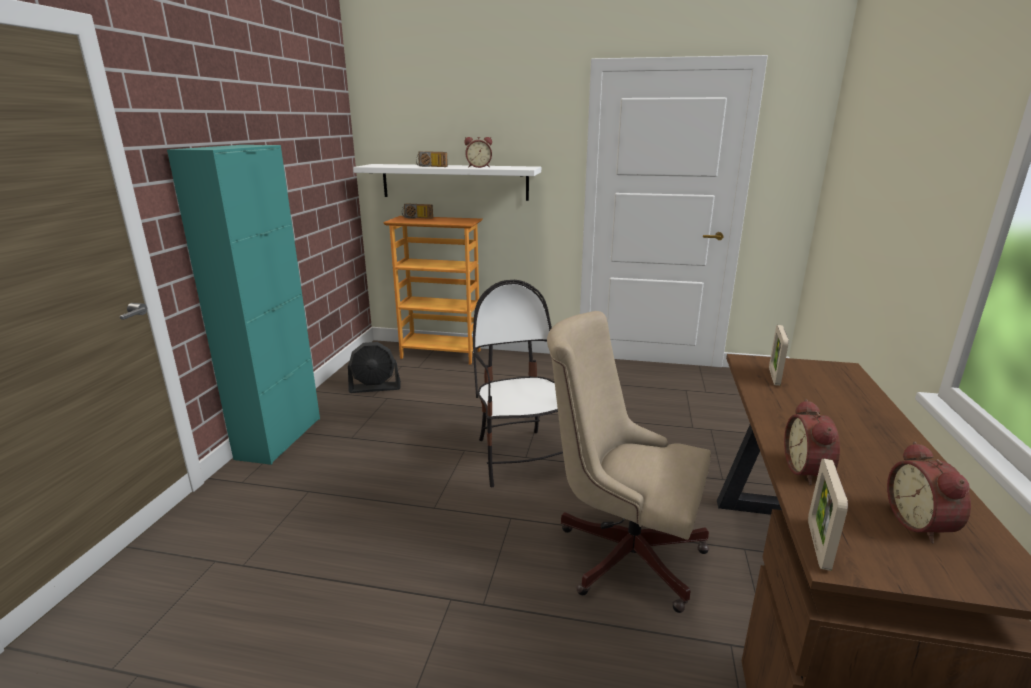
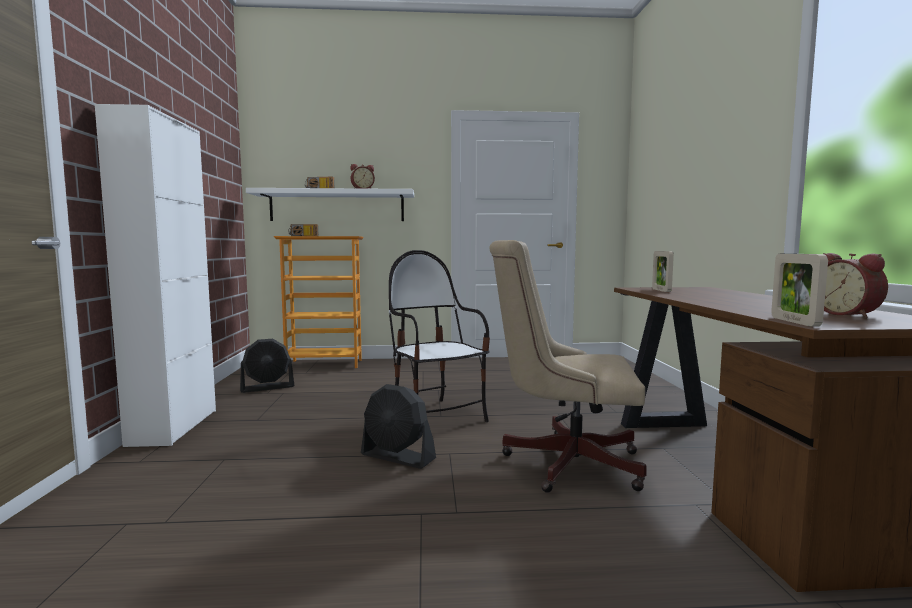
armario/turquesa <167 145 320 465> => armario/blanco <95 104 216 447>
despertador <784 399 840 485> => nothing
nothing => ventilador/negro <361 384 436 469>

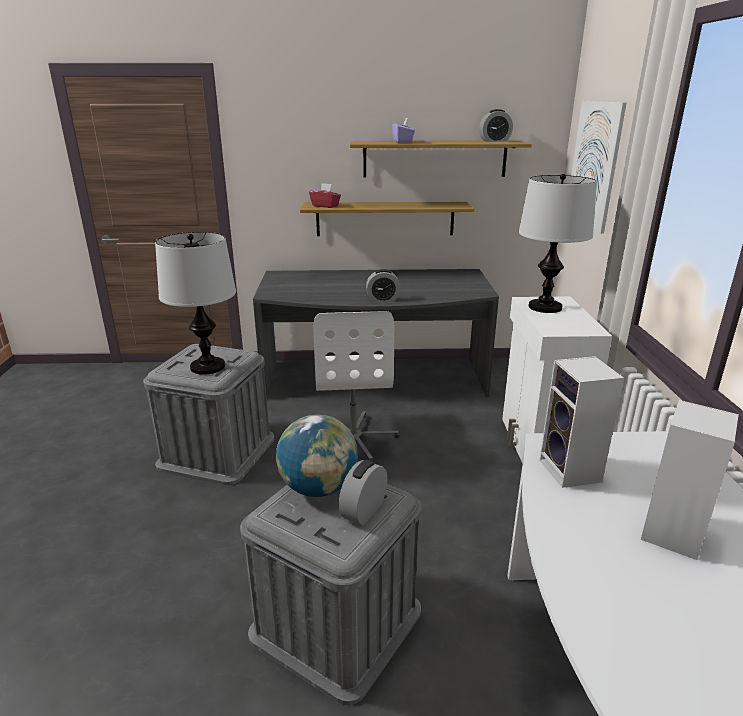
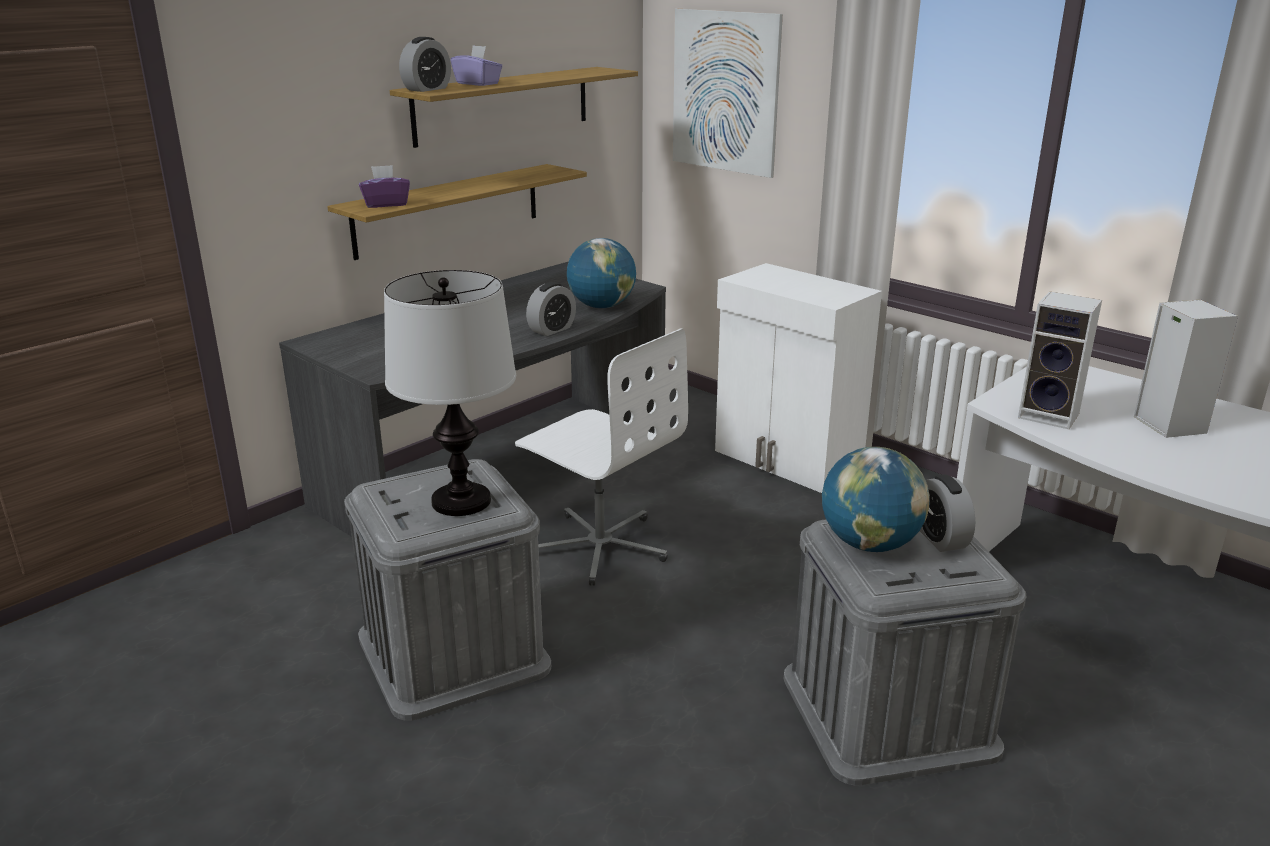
caja de pañuelos/rojo <309 183 341 208> => caja de pañuelos/morado <359 165 410 208>
despertador <479 109 513 142> => despertador <399 37 451 92>, shifted
lámpara de mesa <519 174 597 313> => nothing
nothing => globo terráqueo <567 238 636 308>

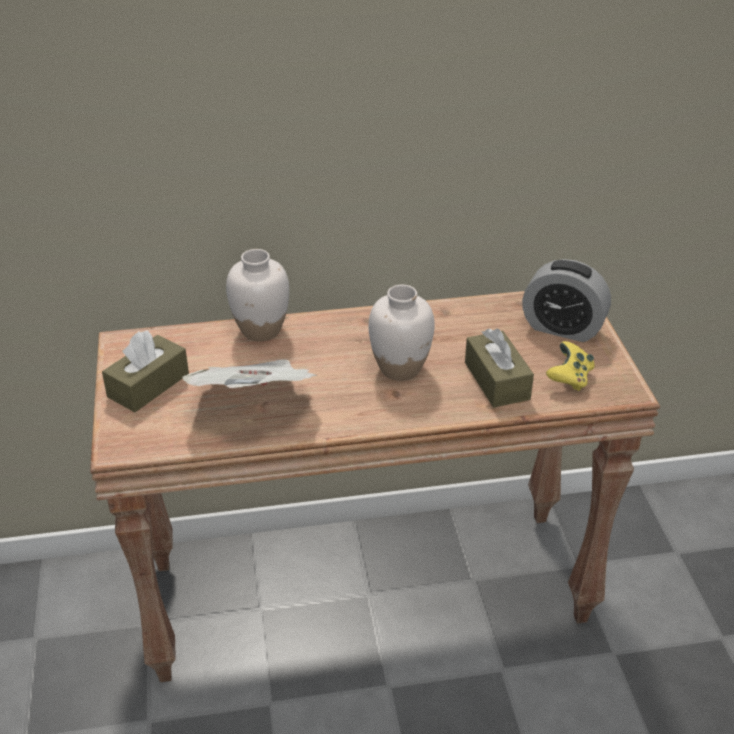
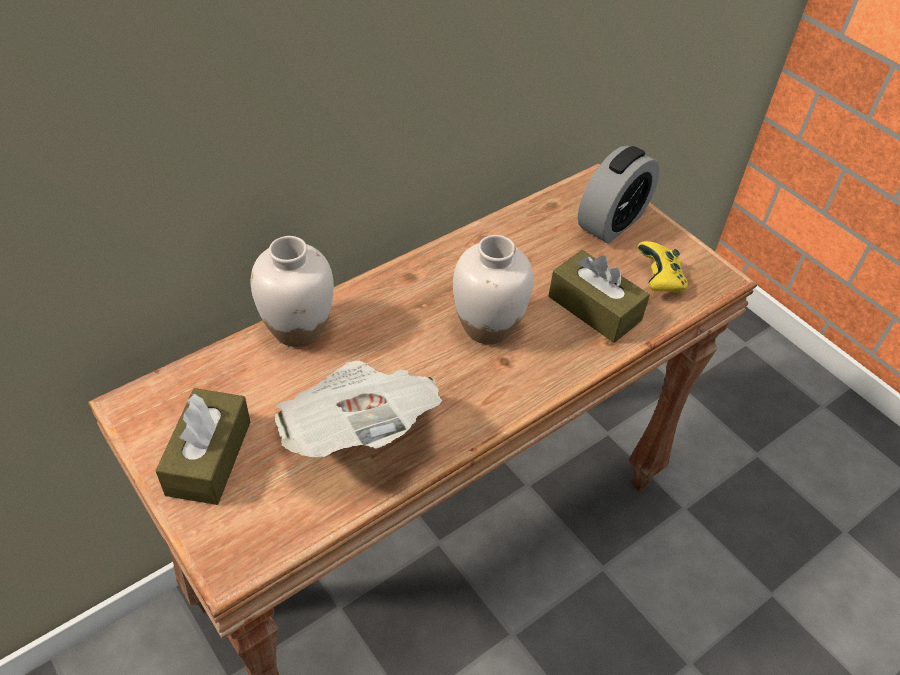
despertador <522 259 611 342> => despertador <578 146 660 243>, 45 degrees counterclockwise

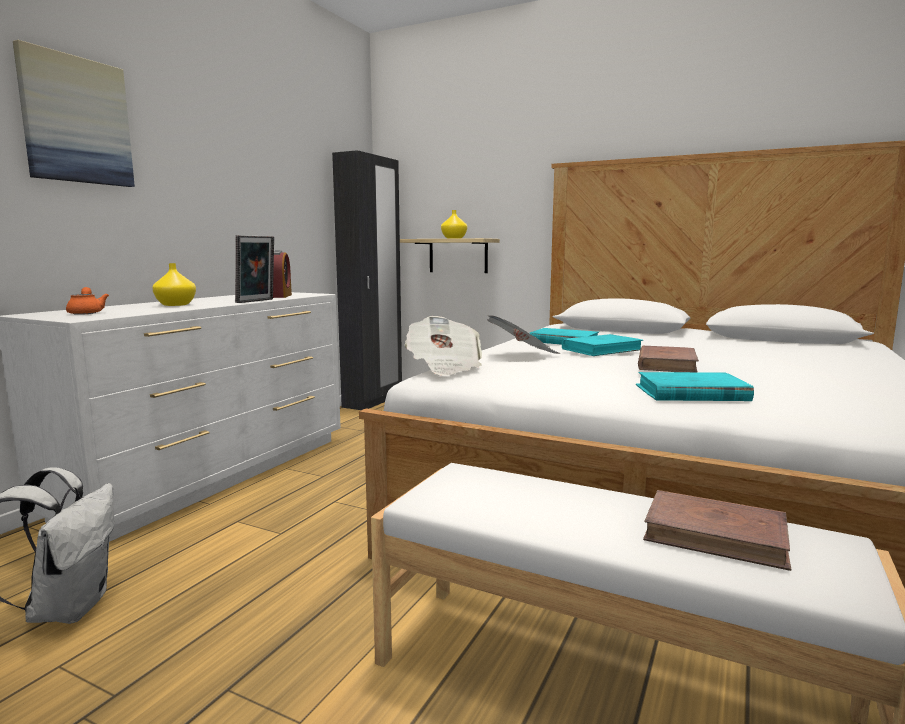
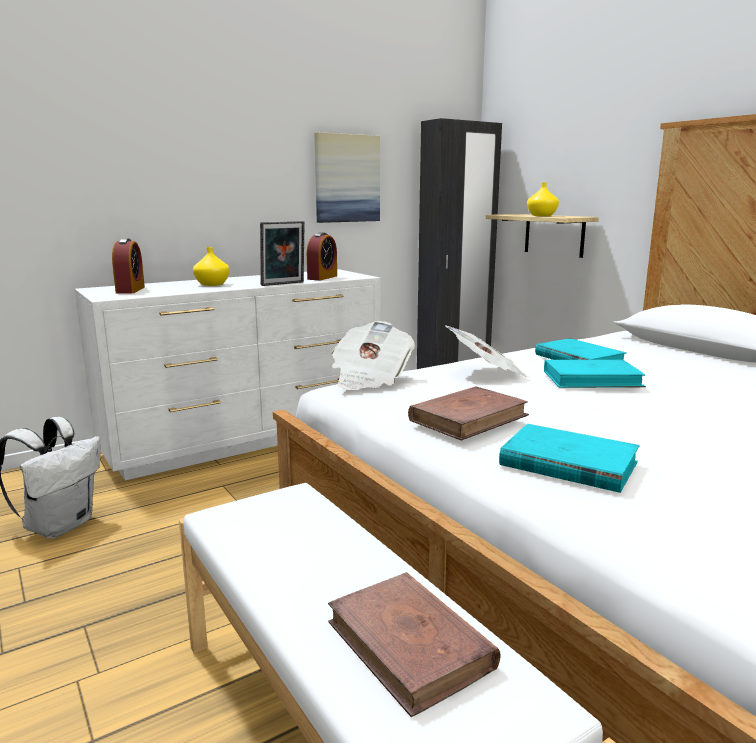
cuadro <13 40 135 187> => cuadro <314 132 380 223>, shifted
tetera/naranja <66 287 109 315> => despertador <112 238 145 294>
libro/marrón <638 346 699 372> => libro/marrón <408 386 529 441>, shifted

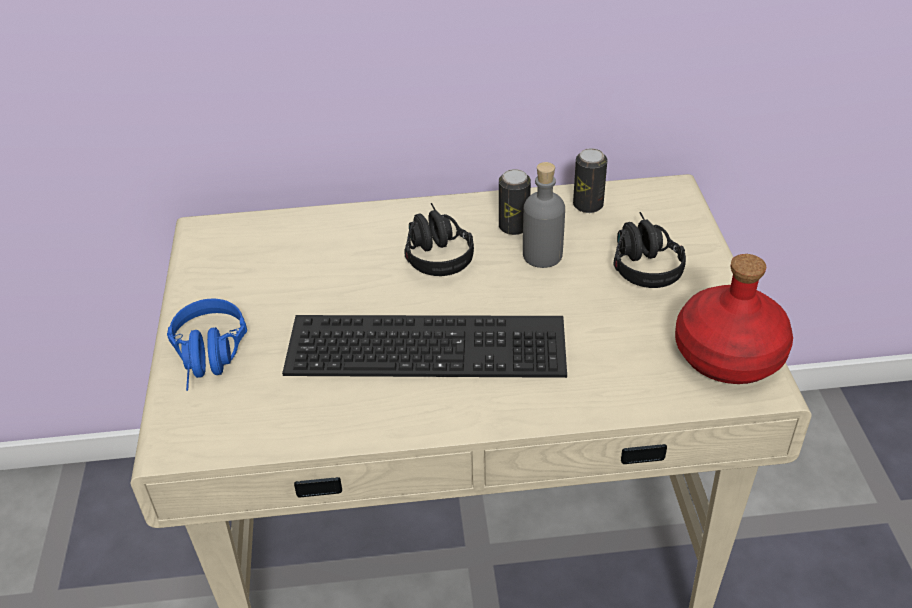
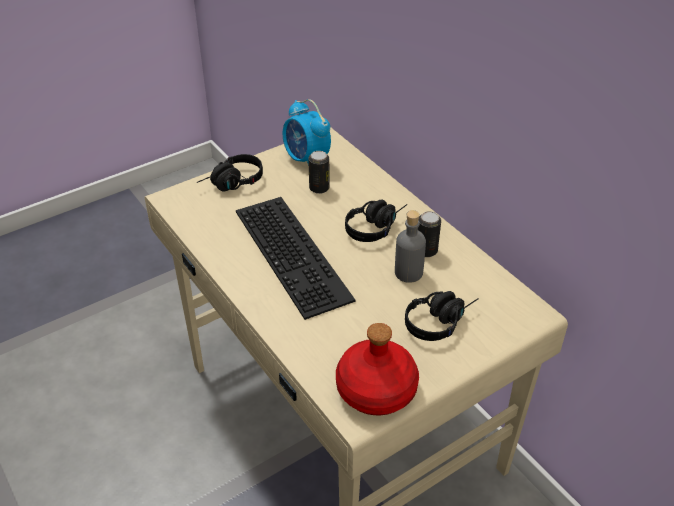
auriculares/azul <167 299 247 391> => auriculares/negro <196 154 263 191>
lata <573 148 607 213> => lata <308 151 330 194>, shifted
nothing => despertador <283 99 331 166>

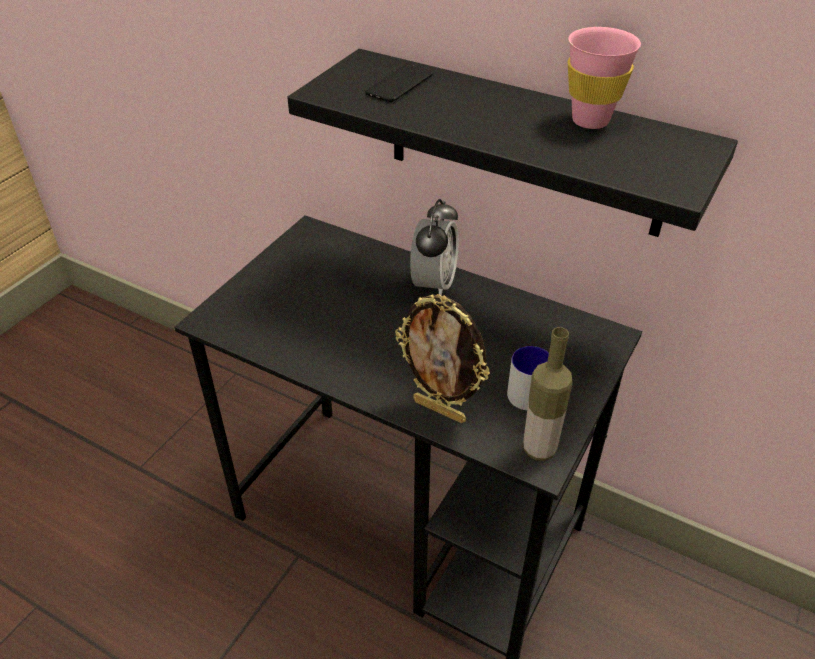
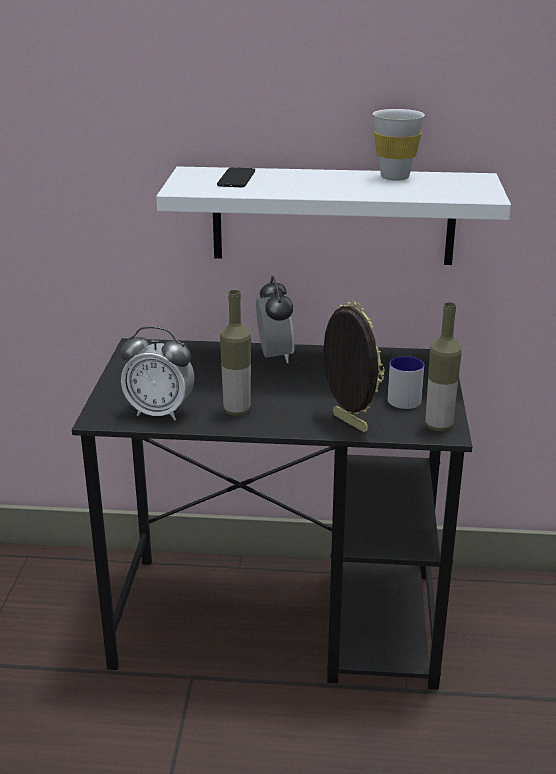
estante/negro <287 49 738 237> => estante/blanco <156 166 511 265>
portarretratos <395 294 490 423> => portarretratos <323 300 385 432>, 135 degrees counterclockwise
taza/rosa <568 27 641 129> => taza/blanco <373 109 425 181>
nothing => despertador <120 326 195 420>
nothing => botella <220 290 251 416>

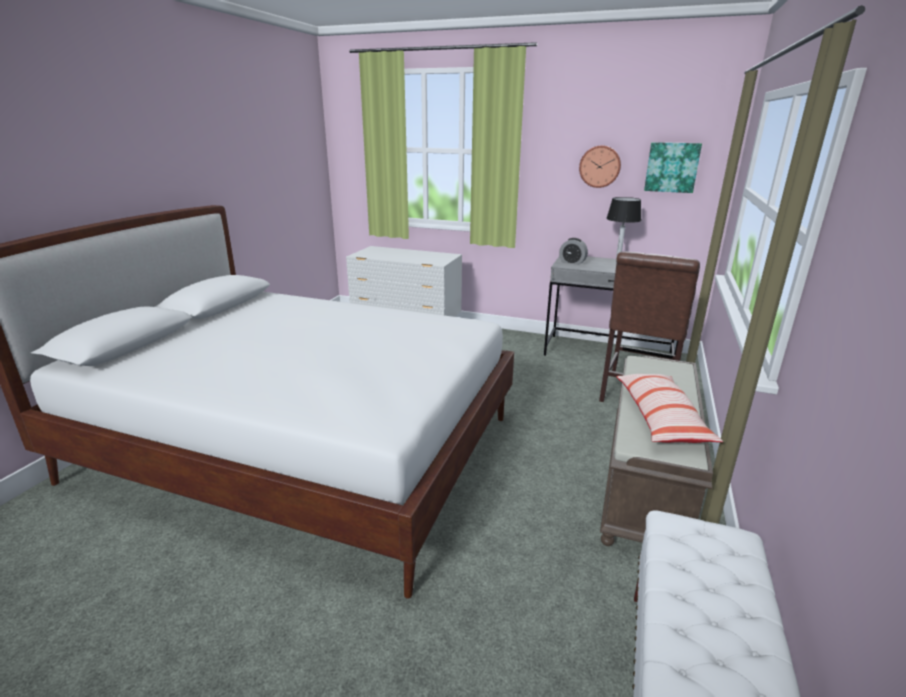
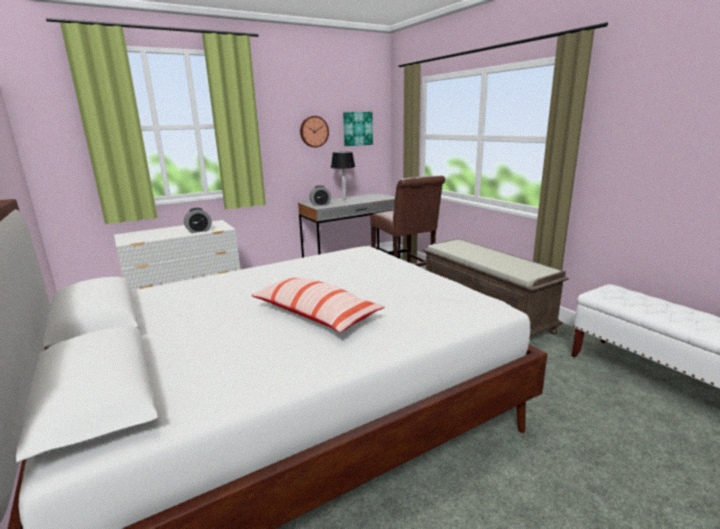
cojín <617 374 723 443> => cojín <251 277 385 332>, shifted
nothing => despertador <184 208 212 233>

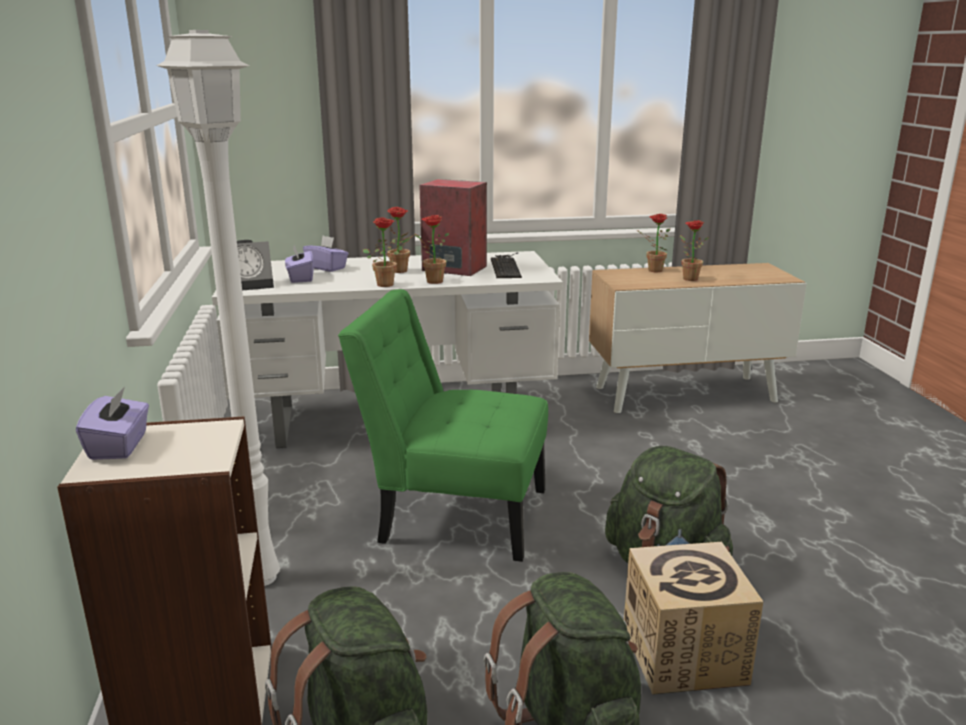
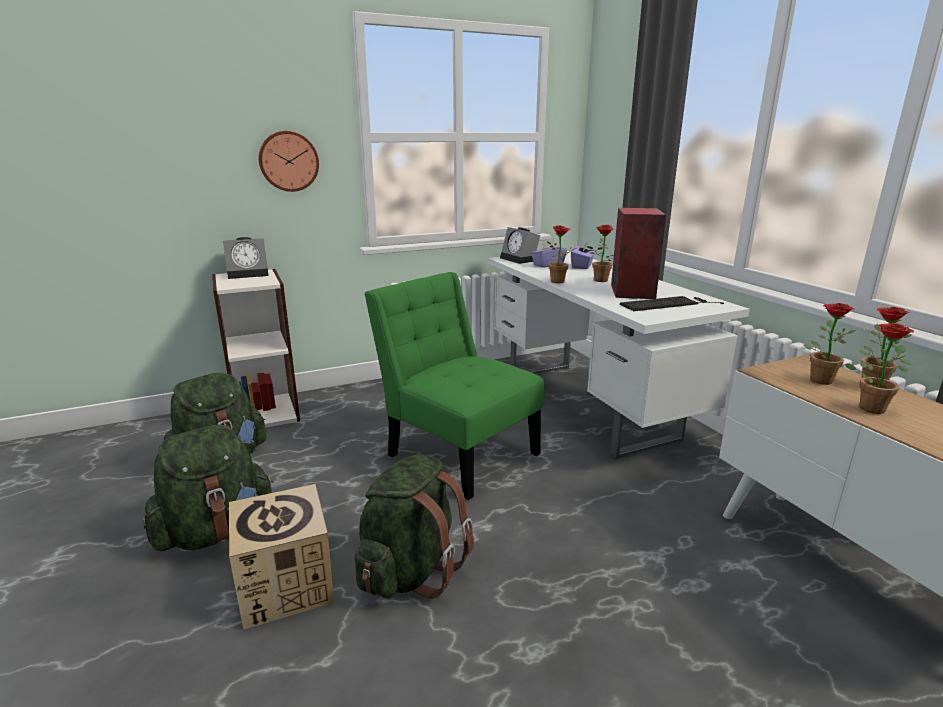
caja de pañuelos/morado <76 387 149 460> => despertador <223 237 269 279>
lámpara de pie/blanco <156 30 280 586> => nothing
silla/verde <338 289 548 562> => silla/verde <364 272 544 500>, 45 degrees counterclockwise
planta en maceta <414 215 449 284> => planta en maceta <803 303 856 385>, shifted
nothing => reloj de pared <259 131 319 192>

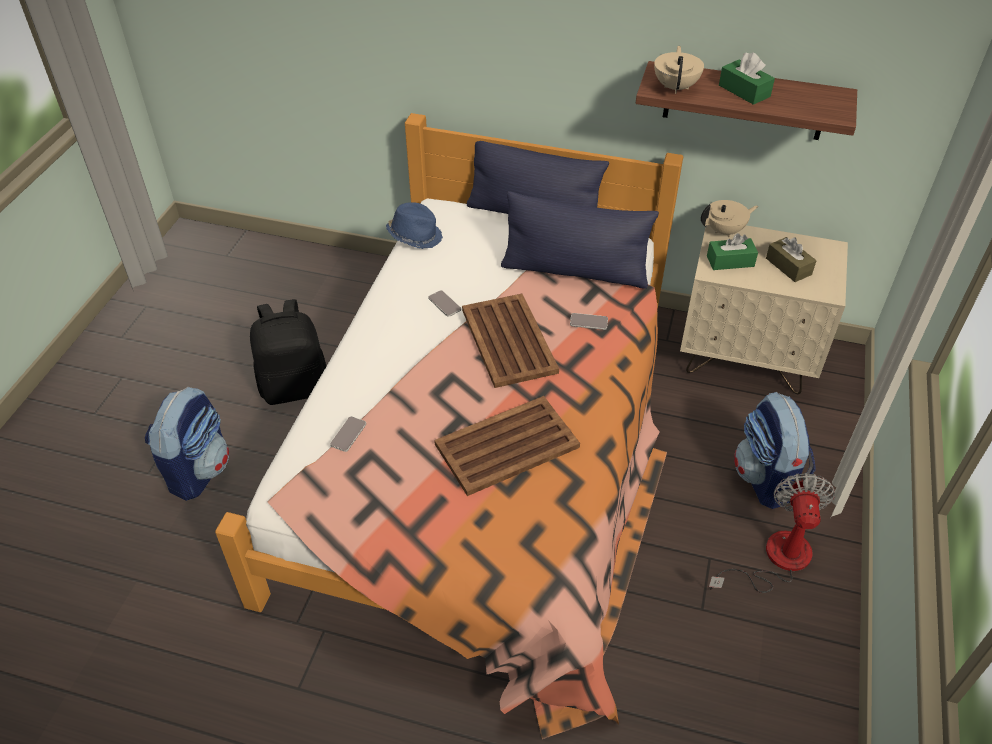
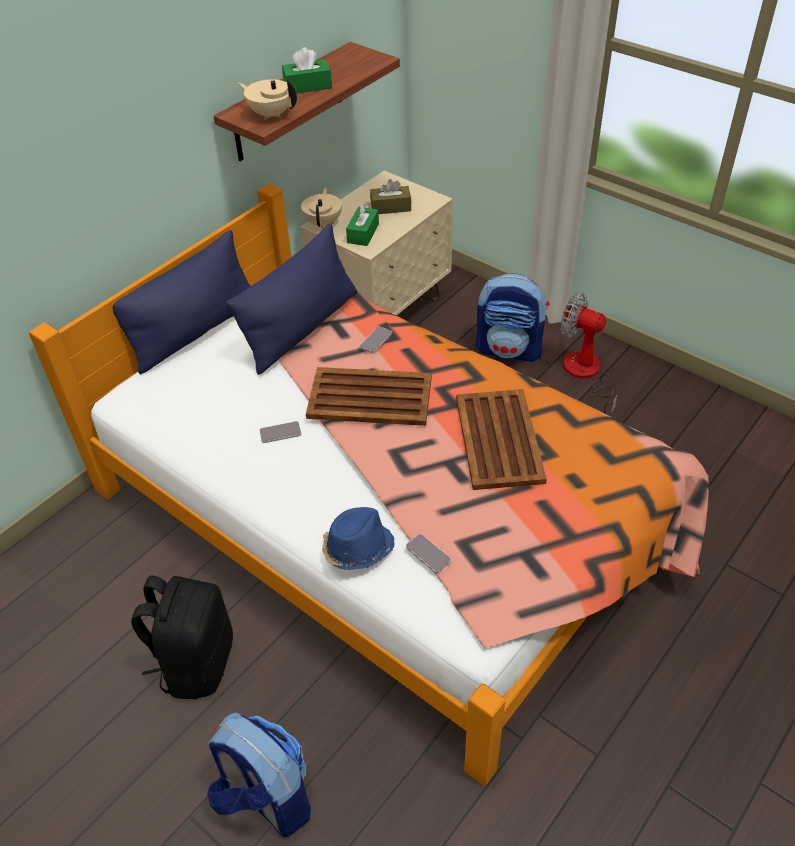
sombrero/azul <386 202 443 249> => sombrero/azul <322 507 394 570>, shifted

